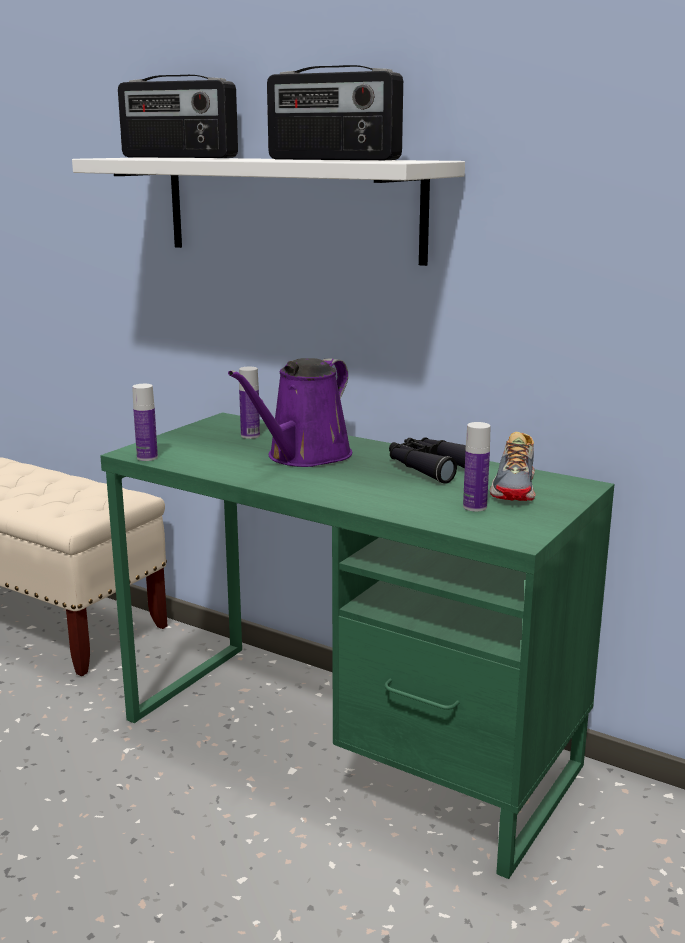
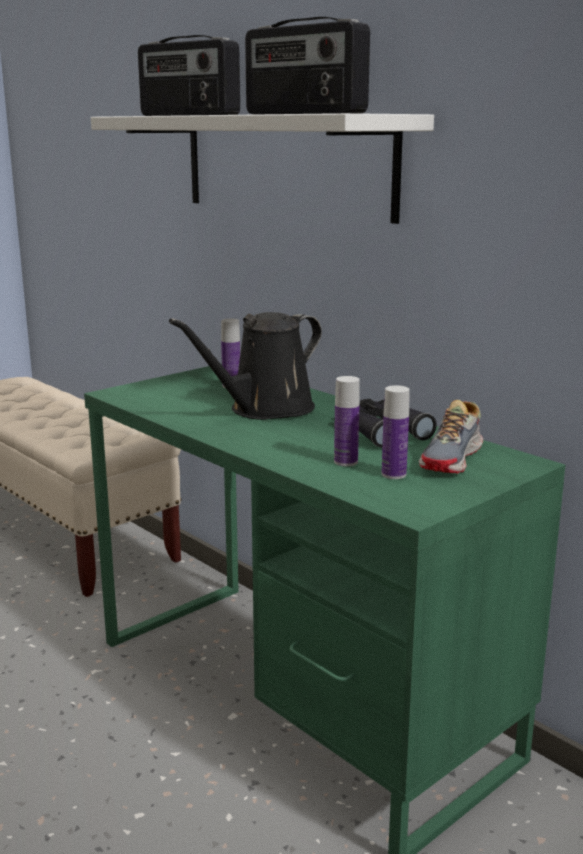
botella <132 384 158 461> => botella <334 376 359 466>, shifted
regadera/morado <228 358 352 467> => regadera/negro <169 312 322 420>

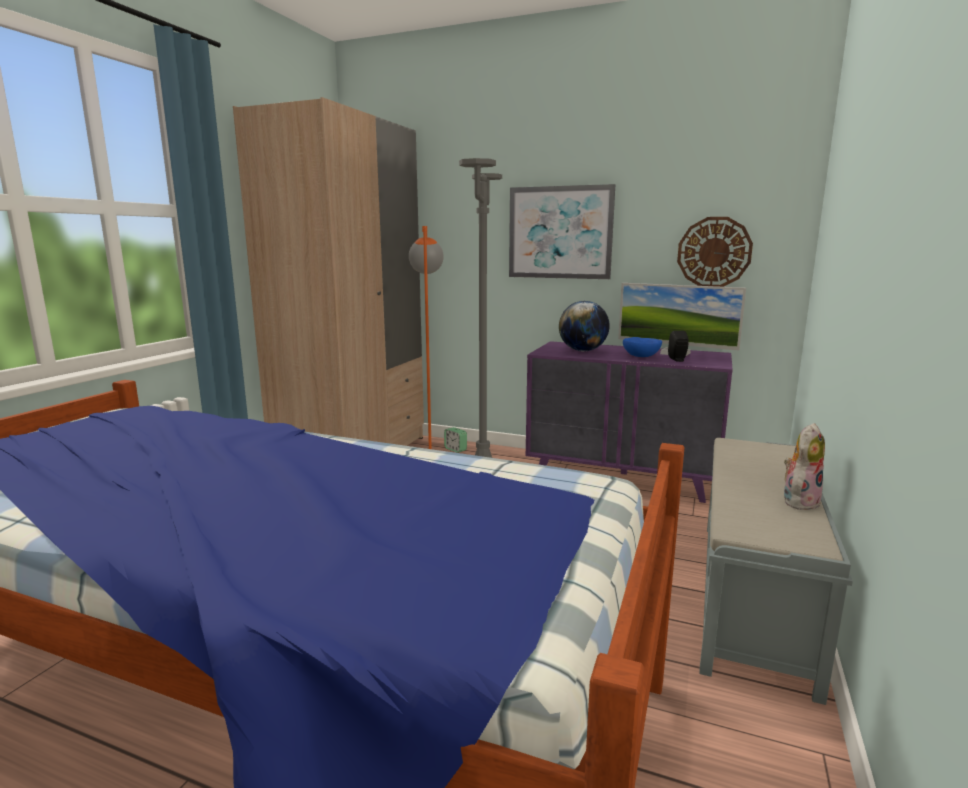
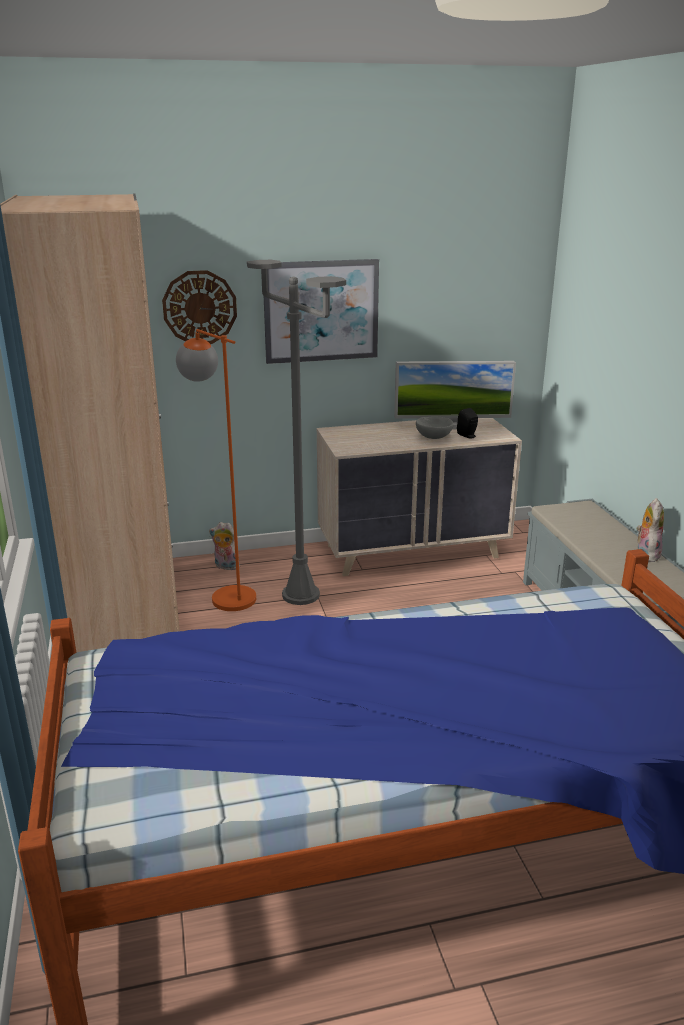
despertador <444 427 467 453> => peluche <209 522 243 570>
cómoda/morado <525 341 733 503> => cómoda/beis <317 418 522 576>
globo terráqueo <559 301 610 351> => nothing
cuenco/azul <623 337 662 357> => cuenco/gris <416 417 454 439>
reloj de pared <677 217 753 287> => reloj de pared <162 270 237 344>, shifted

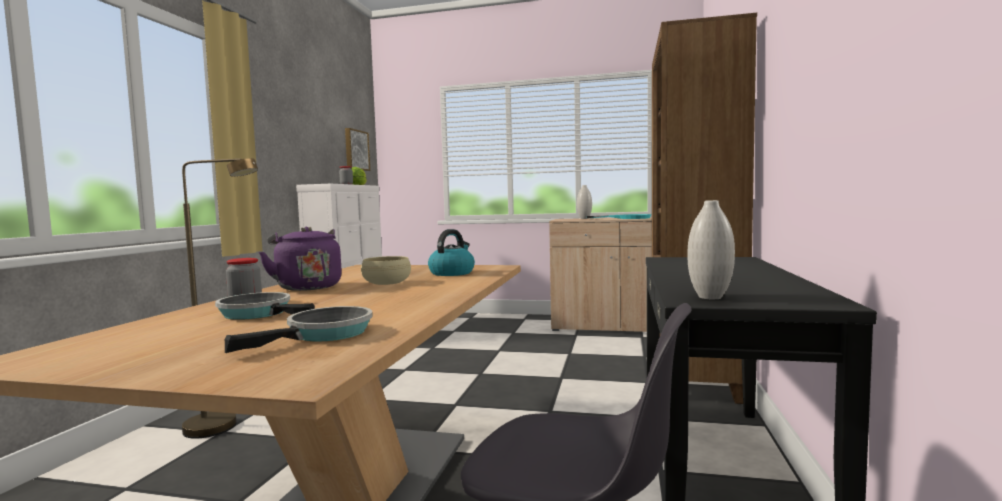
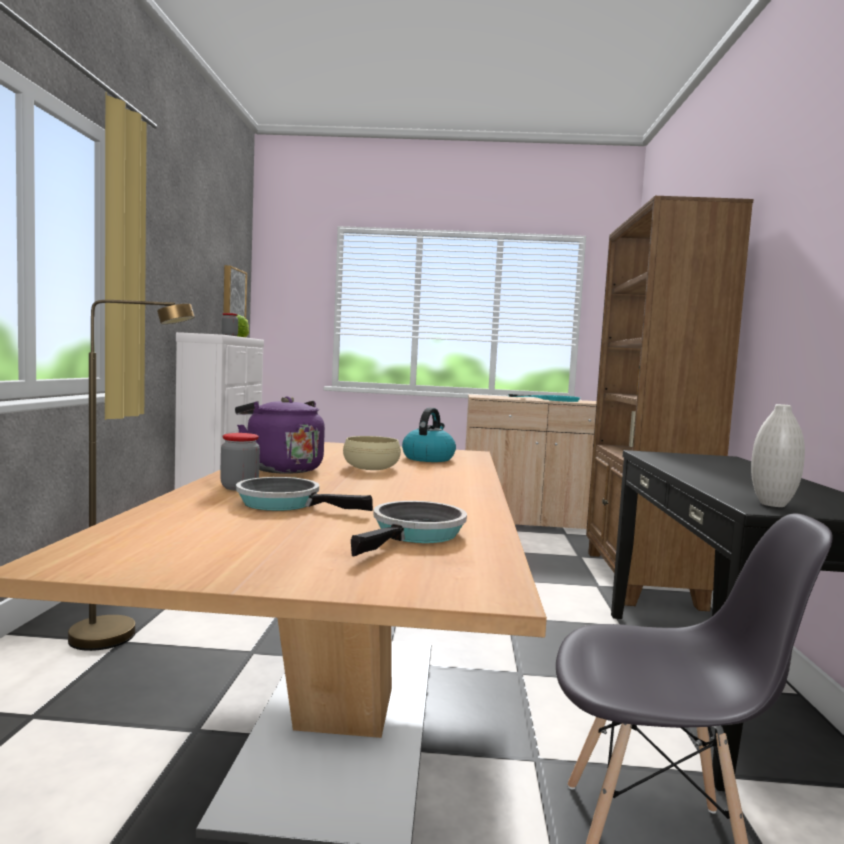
florero/blanco <577 185 592 219> => nothing

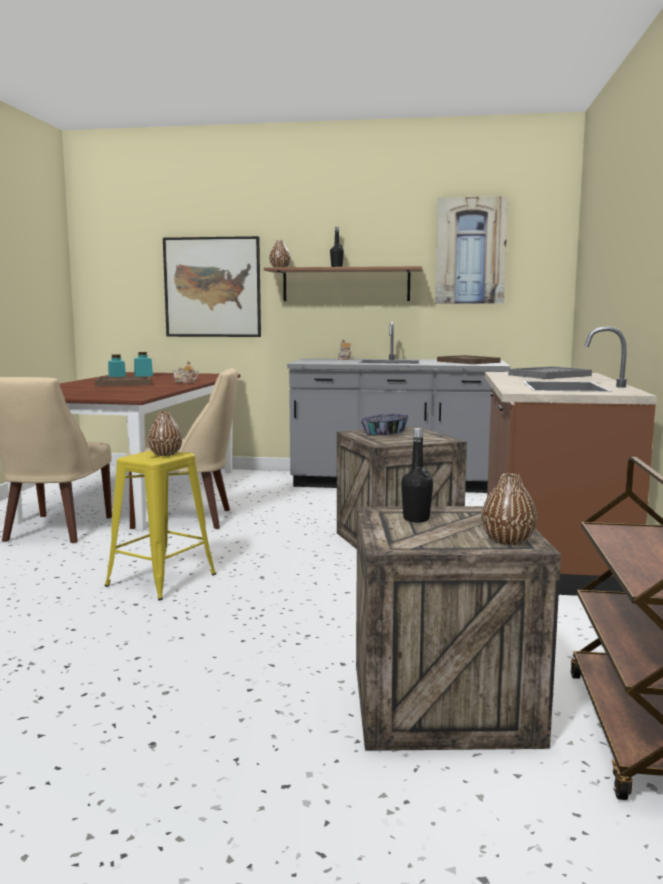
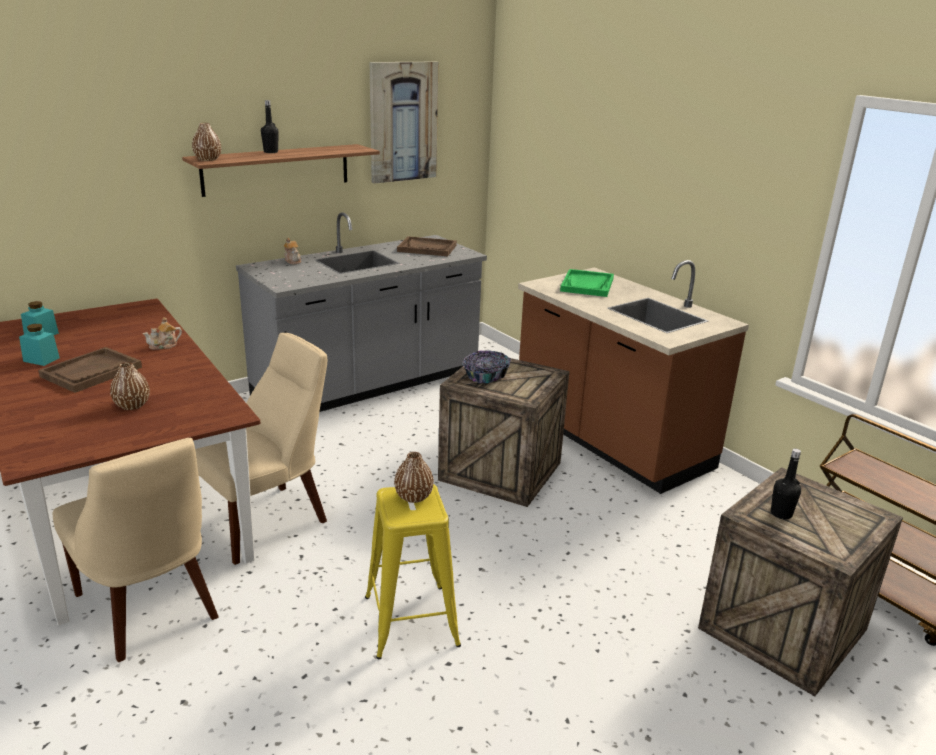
cuadro <163 236 261 337> => nothing
florero/marrón <482 473 537 545> => florero/marrón <110 362 150 410>, shifted
bandeja/gris <508 366 592 379> => bandeja/verde <560 269 614 297>

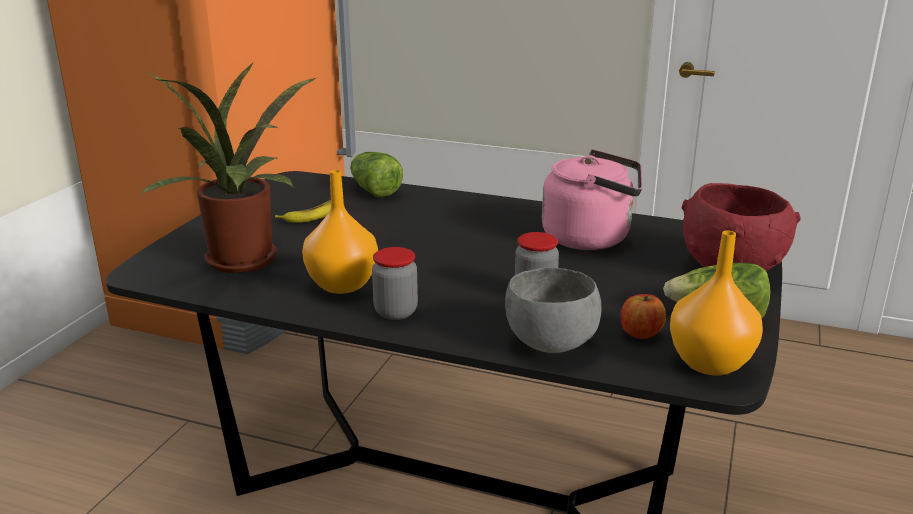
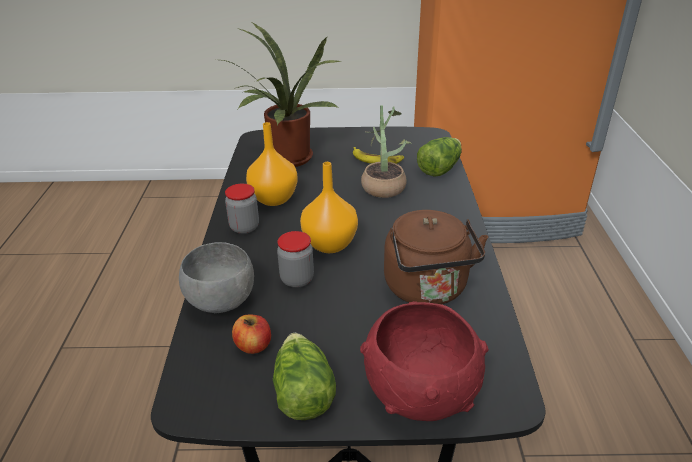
hervidor/rosa <542 149 642 250> => hervidor/marrón <384 210 488 304>
florero/naranja <670 230 763 376> => florero/naranja <300 162 358 253>, shifted
nothing => planta en maceta <361 105 411 198>

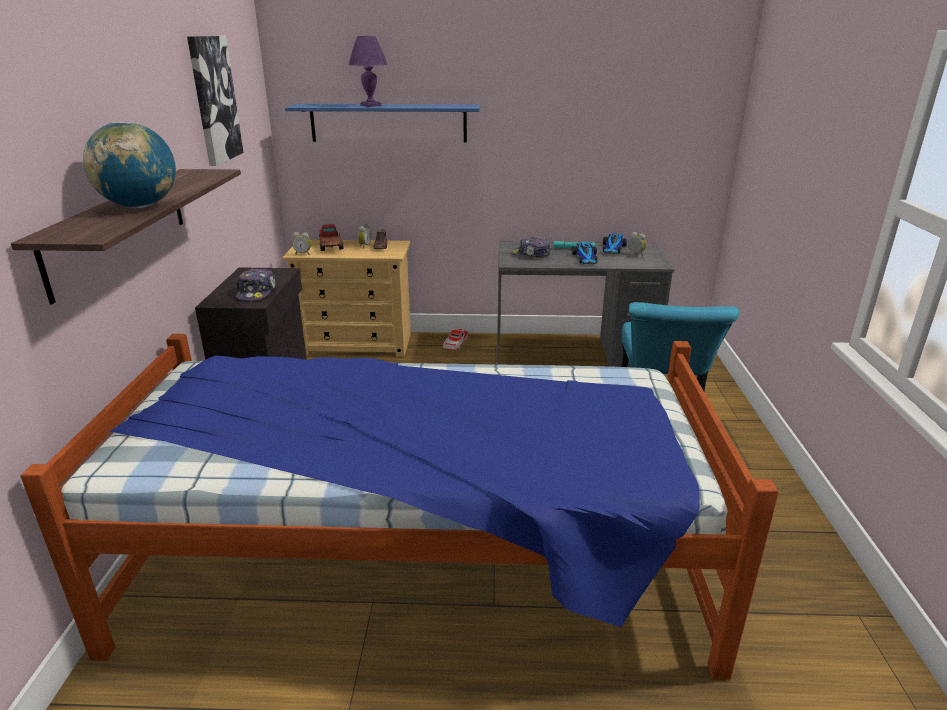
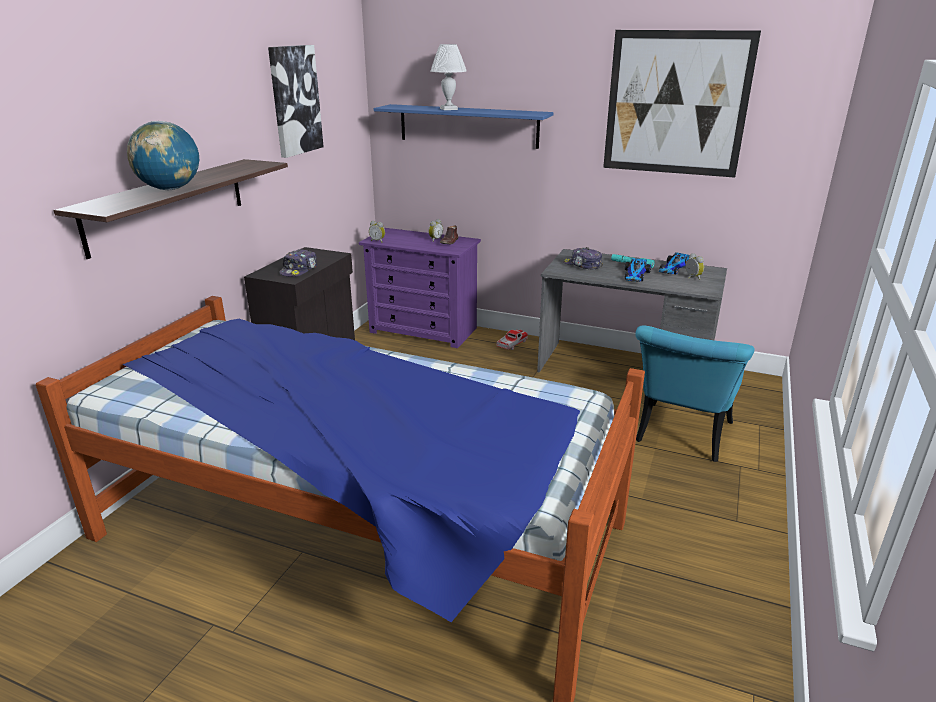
cómoda/beis <282 240 411 357> => cómoda/morado <359 228 481 348>
camión de juguete <319 224 344 251> => nothing
lámpara de mesa/morado <348 36 388 107> => lámpara de mesa/blanco <430 44 467 110>
nothing => cuadro <603 30 761 178>

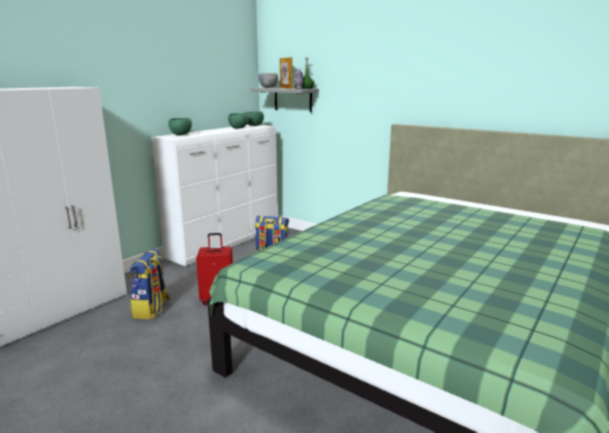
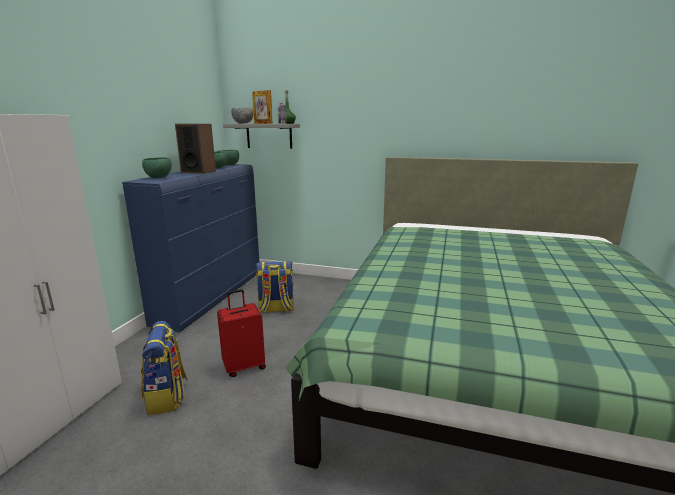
cómoda/blanco <151 125 278 266> => cómoda/azul <122 164 260 332>
nothing => altavoz <175 124 216 174>

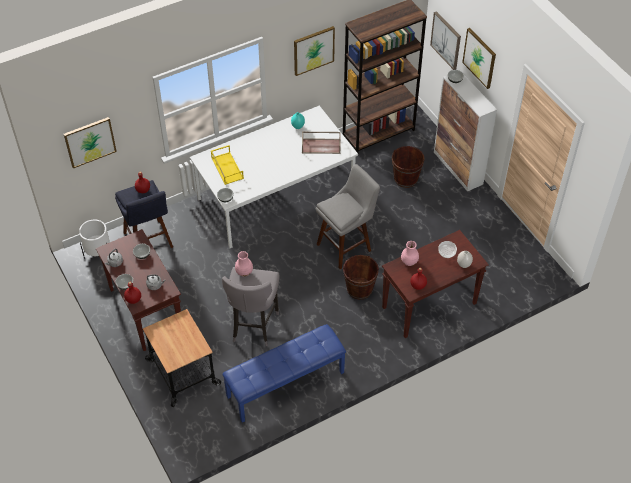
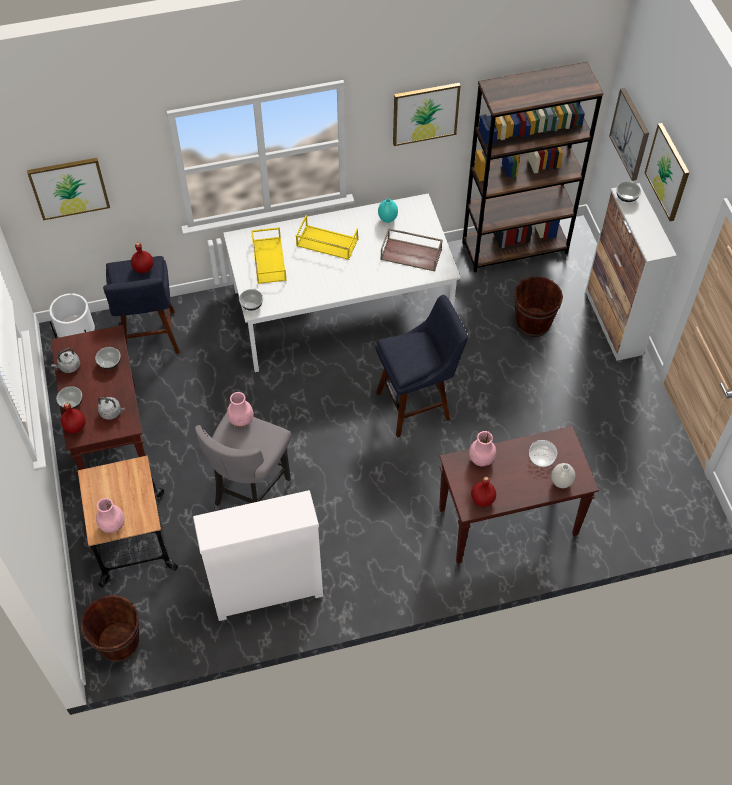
banco/azul <222 324 346 423> => cómoda/blanco <193 490 323 621>
taburete/gris <316 164 380 269> => taburete/azul <375 295 468 438>
cubo/marrón <343 255 379 299> => cubo/marrón <81 595 140 662>, shifted
nothing => florero/rosa <96 498 124 533>
nothing => bandeja/amarillo <296 215 358 260>

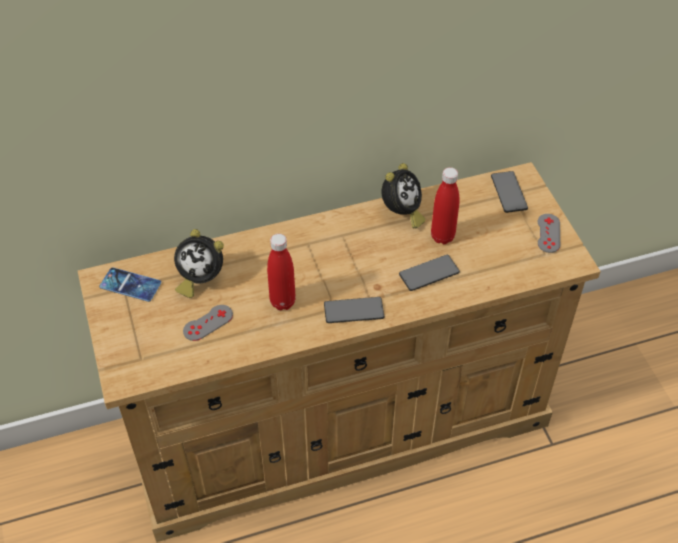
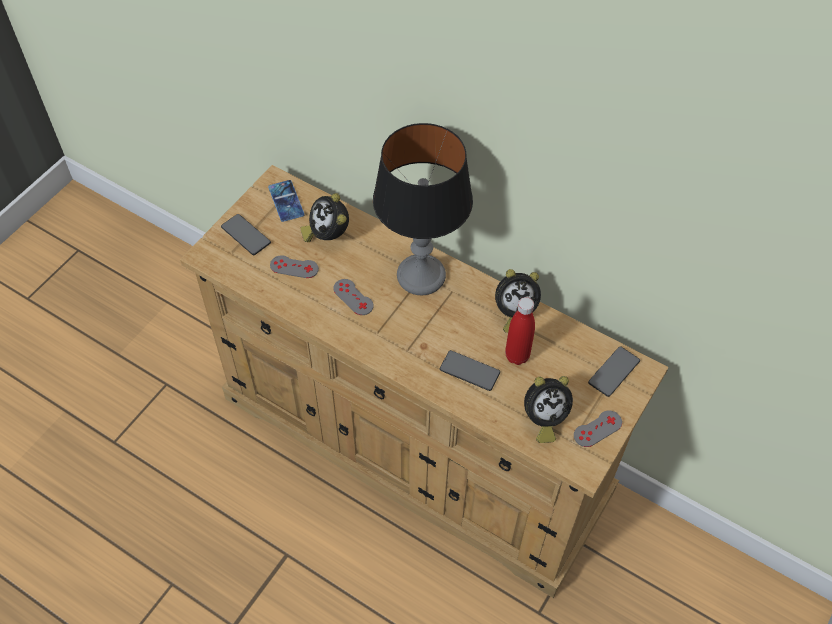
botella/rojo <267 234 296 310> => mando de consola/gris <333 279 373 315>
móvil <324 297 384 323> => móvil <221 214 271 255>, shifted
nothing => lámpara de mesa <373 123 473 295>
nothing => despertador <524 376 573 443>

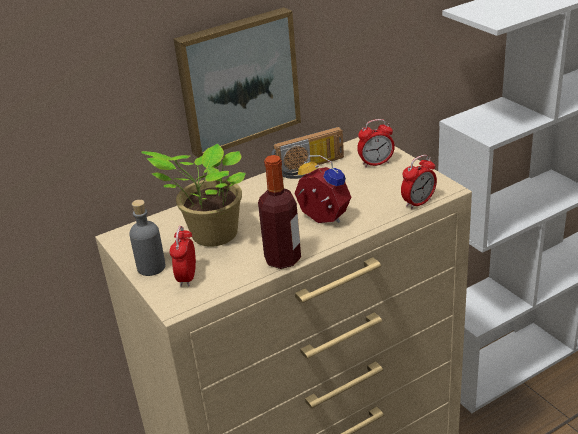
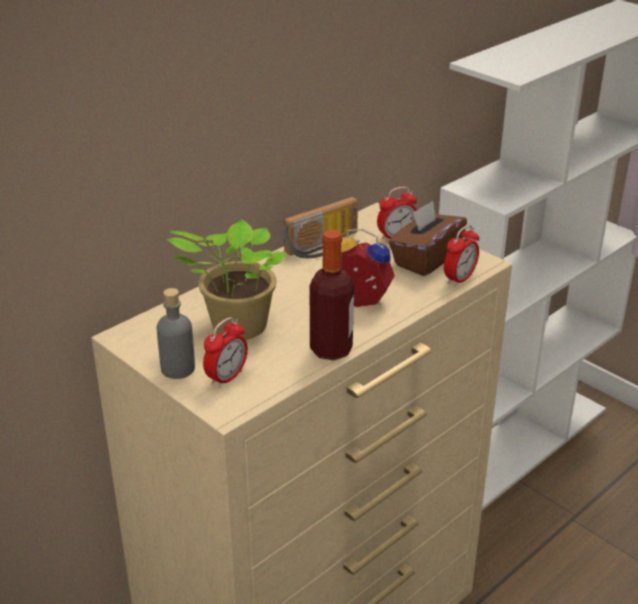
despertador <170 226 196 287> => despertador <203 317 248 388>, 135 degrees counterclockwise
cuadro <174 7 301 158> => nothing
nothing => caja de pañuelos/marrón <388 201 467 276>

